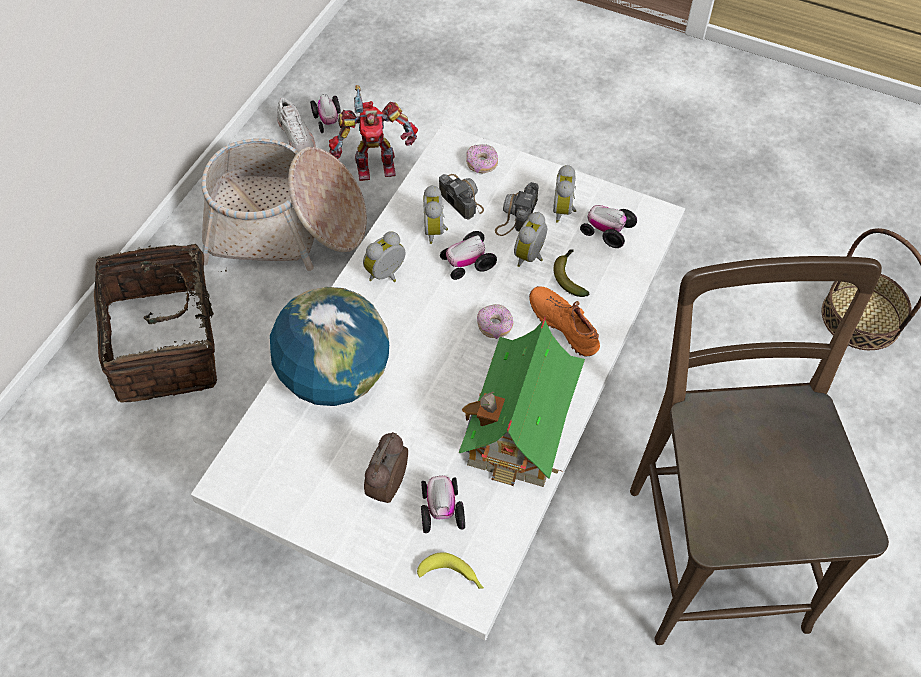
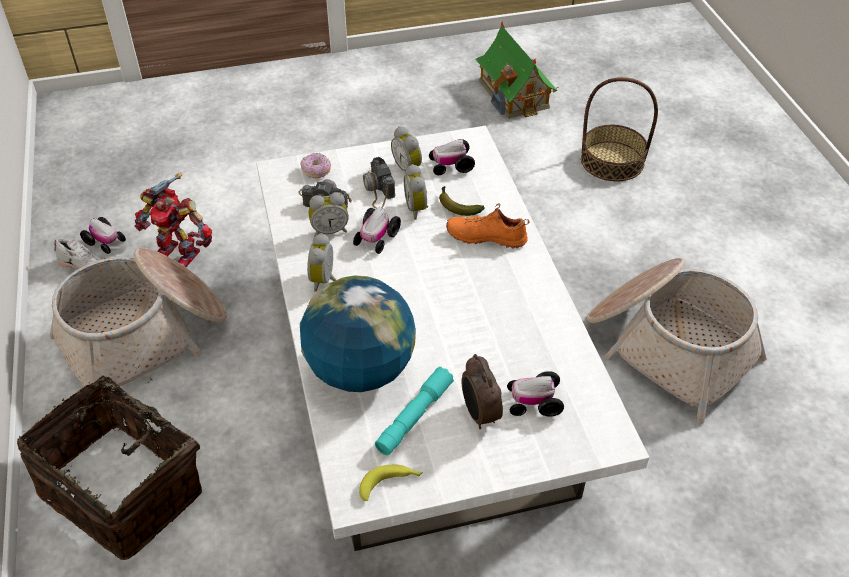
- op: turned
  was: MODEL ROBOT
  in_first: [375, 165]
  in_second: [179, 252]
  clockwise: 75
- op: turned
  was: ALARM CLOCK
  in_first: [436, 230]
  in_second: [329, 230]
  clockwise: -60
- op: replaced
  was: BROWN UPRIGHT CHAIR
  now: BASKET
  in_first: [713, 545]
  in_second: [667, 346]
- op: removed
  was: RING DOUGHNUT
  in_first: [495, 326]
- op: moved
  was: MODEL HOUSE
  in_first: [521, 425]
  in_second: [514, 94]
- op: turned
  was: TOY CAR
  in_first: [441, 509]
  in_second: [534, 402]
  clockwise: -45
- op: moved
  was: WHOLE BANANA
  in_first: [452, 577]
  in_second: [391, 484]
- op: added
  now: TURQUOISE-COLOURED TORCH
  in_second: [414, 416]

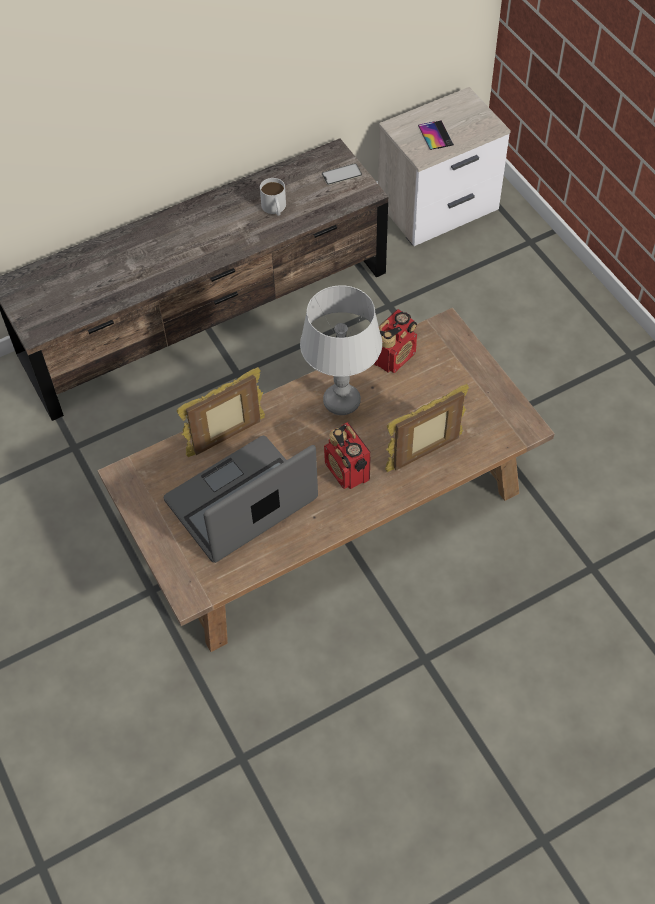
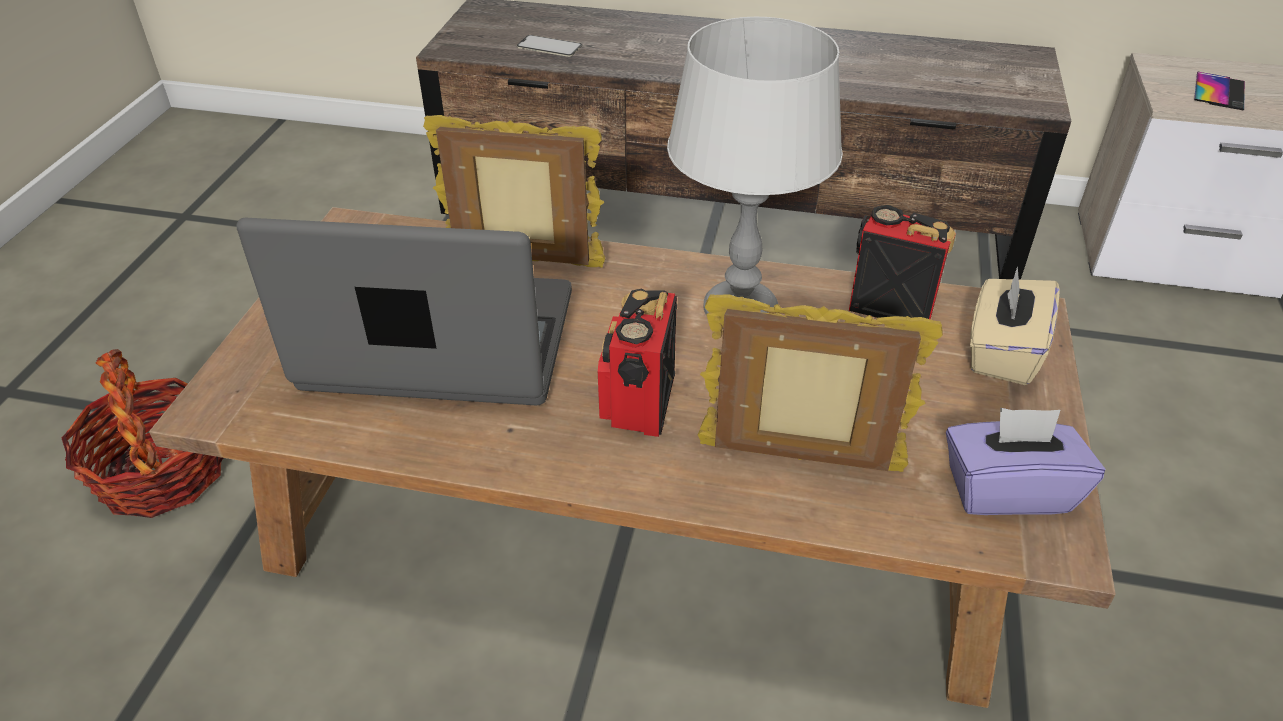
- op: moved
  was: HANDSET
  in_first: [341, 174]
  in_second: [549, 46]
- op: removed
  was: WHITISH MUG
  in_first: [275, 208]
- op: turned
  was: RADIO RECEIVER
  in_first: [394, 357]
  in_second: [891, 306]
  clockwise: -150
- op: added
  now: BEIGE-COLOURED TISSUE BOX
  in_second: [1002, 352]
- op: added
  now: BASKET
  in_second: [162, 472]
- op: added
  now: PURPLISH TISSUE BOX
  in_second: [1007, 489]

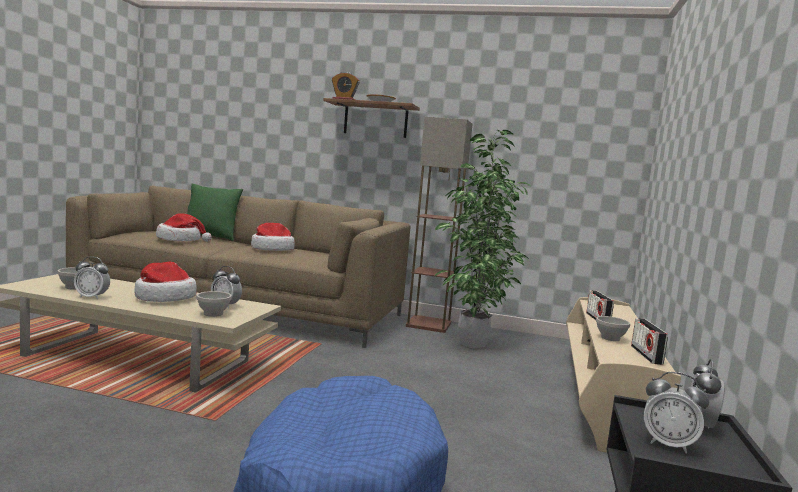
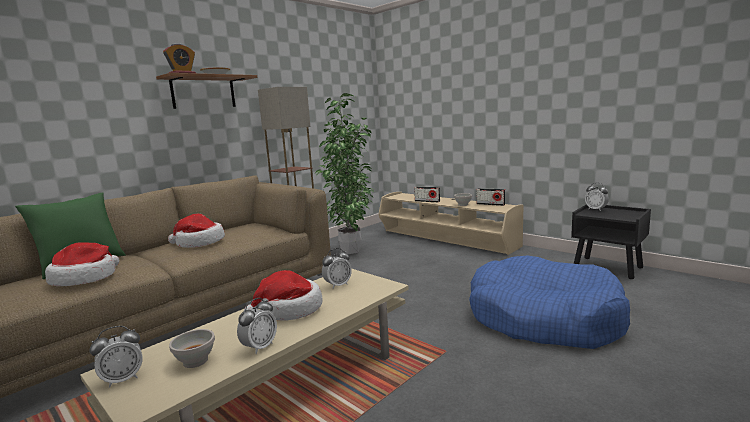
- op: removed
  was: WHITISH DEEP DISH
  in_first: [214, 314]
- op: moved
  was: ALARM CLOCK
  in_first: [668, 444]
  in_second: [123, 379]

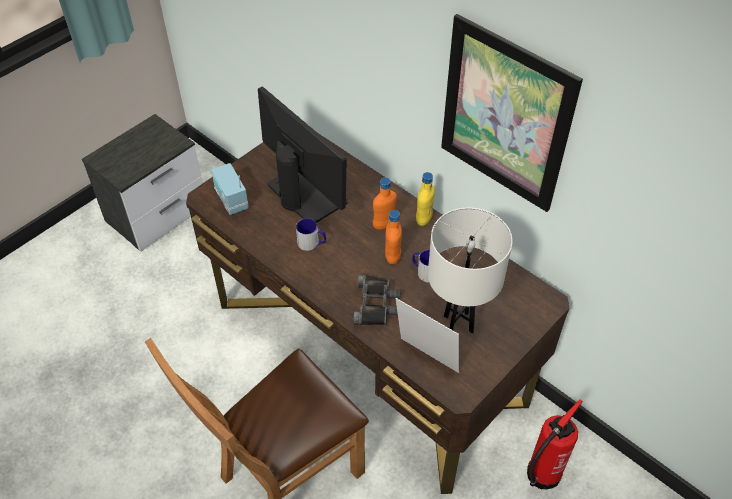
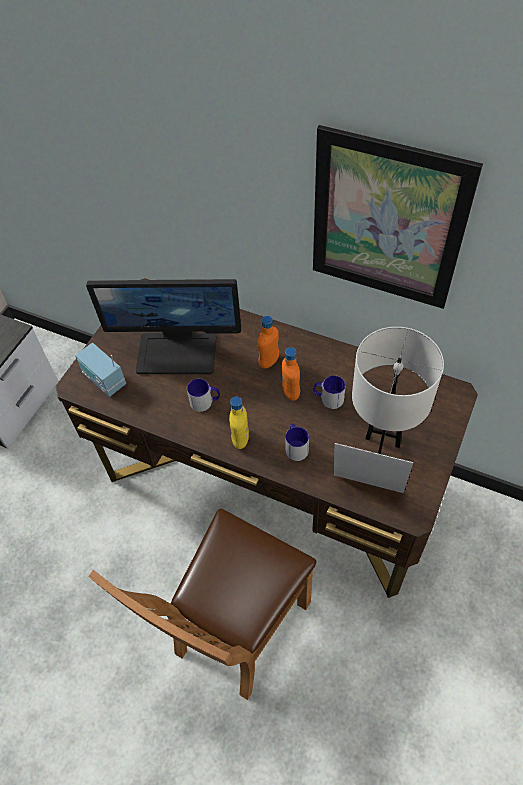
- op: turned
  was: COMPUTER DISPLAY
  in_first: [305, 194]
  in_second: [177, 352]
  clockwise: 150
- op: moved
  was: YELLOW-COLOURED BEVERAGE BOTTLE
  in_first: [423, 219]
  in_second: [240, 439]
- op: replaced
  was: BLACK-COLOURED FIELD GLASSES
  now: MUG
  in_first: [376, 304]
  in_second: [295, 447]
- op: removed
  was: FIRE-FIGHTING CYLINDER
  in_first: [540, 475]

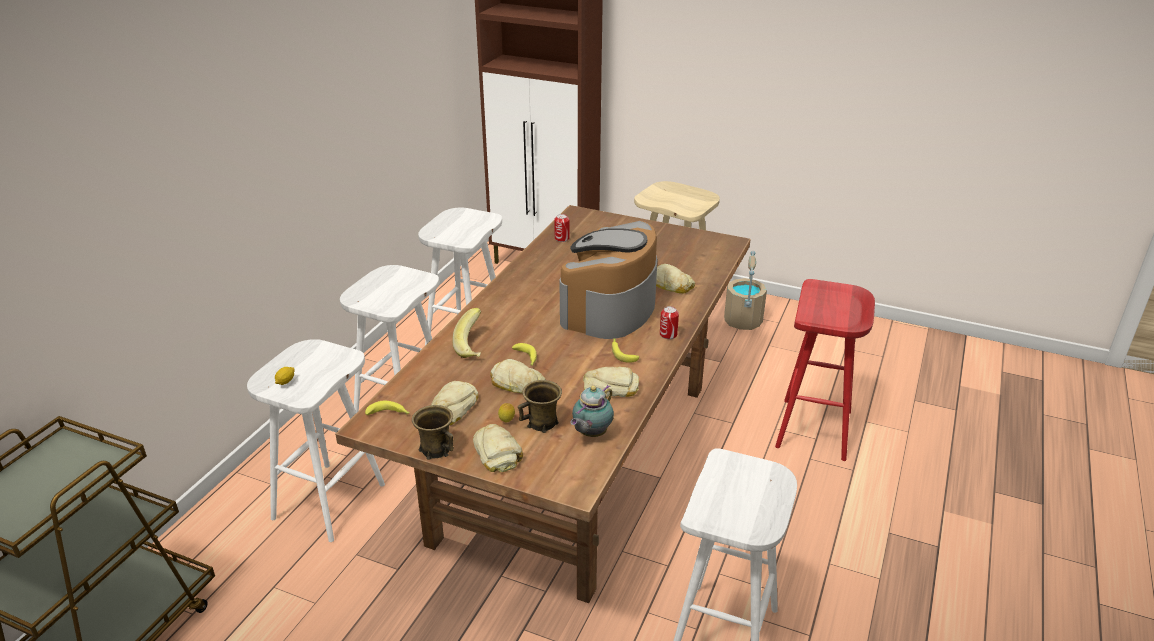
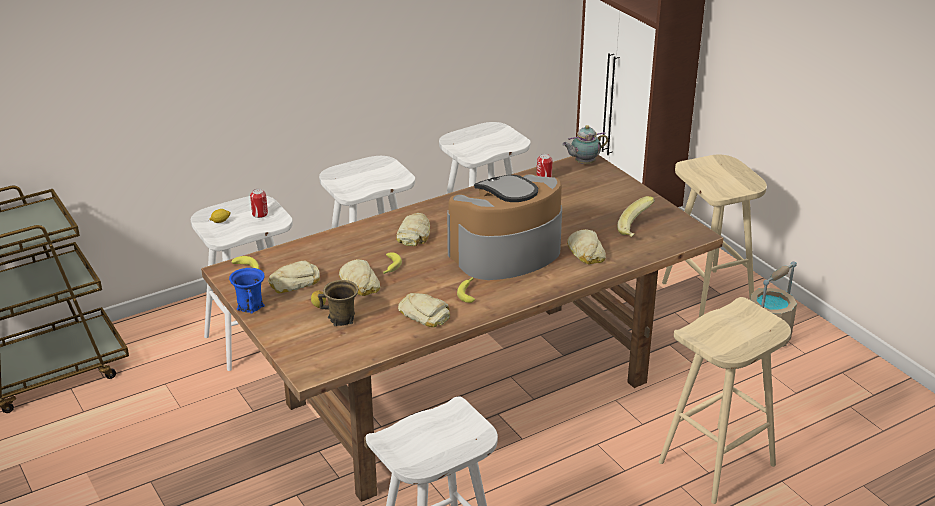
- op: recoloured
  was: REDDISH SITTING STOOL
  now: BEIGE-COLOURED SITTING STOOL
  in_first: [814, 430]
  in_second: [716, 465]
- op: moved
  was: SEALED CAN
  in_first: [668, 334]
  in_second: [260, 214]
- op: moved
  was: WHOLE BANANA
  in_first: [474, 347]
  in_second: [636, 229]
- op: moved
  was: TEA POT
  in_first: [591, 434]
  in_second: [583, 163]
- op: recoloured
  was: BROWN MUG
  now: BLUE-COLOURED MUG
  in_first: [436, 449]
  in_second: [250, 306]
- op: moved
  was: BAKED BREAD
  in_first: [498, 453]
  in_second: [415, 234]

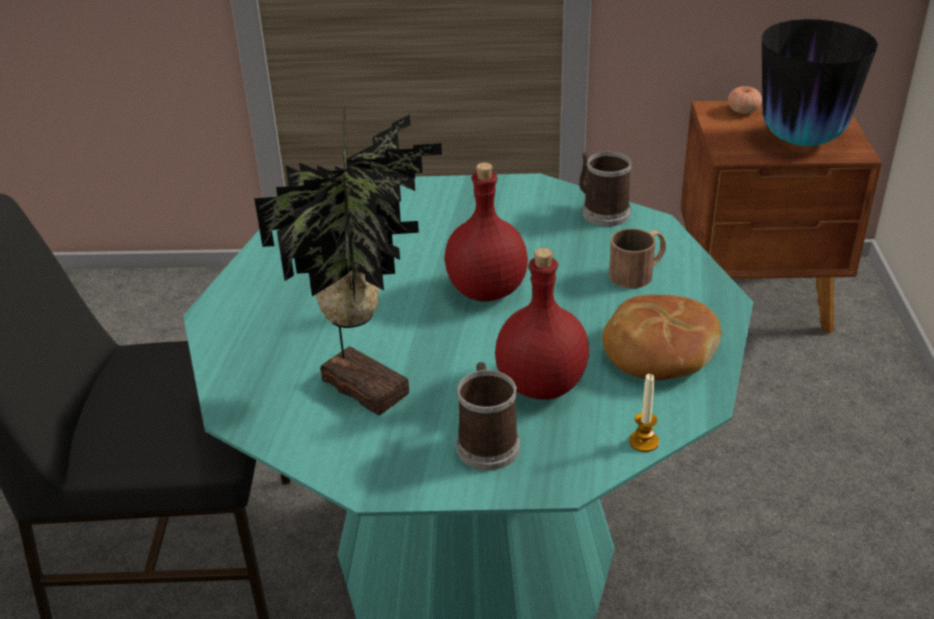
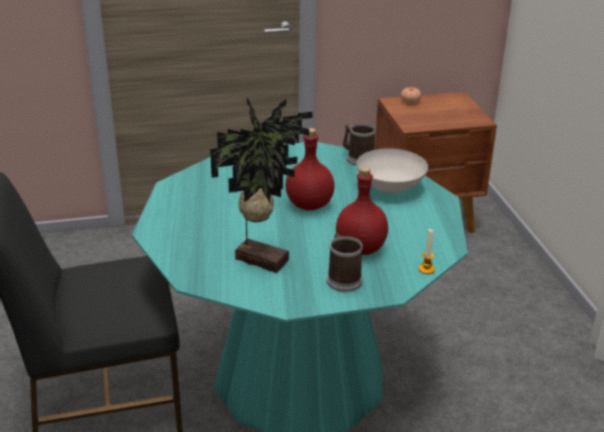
- op: removed
  was: DECORATIVE VASE
  in_first: [801, 140]
- op: replaced
  was: BROWN MUG
  now: WHITISH DEEP DISH
  in_first: [639, 272]
  in_second: [391, 188]
- op: removed
  was: BAKED BREAD
  in_first: [658, 351]

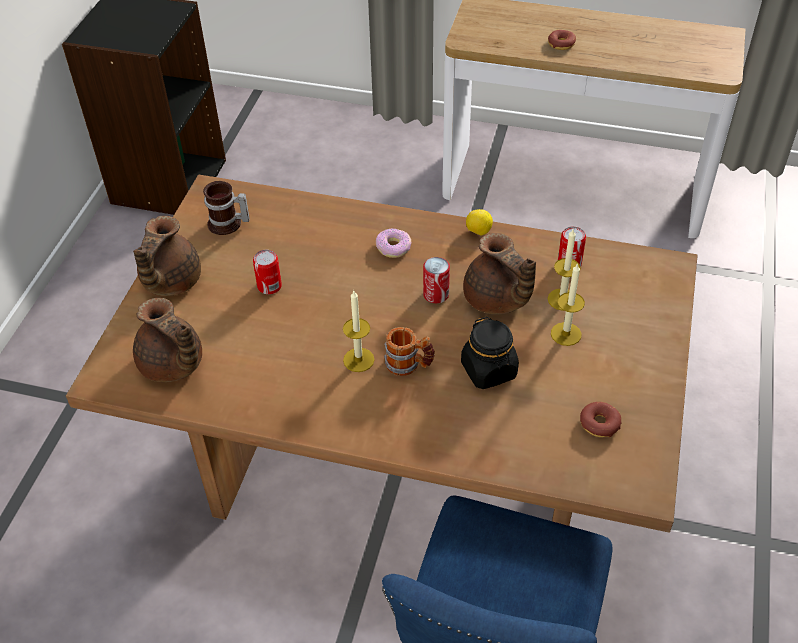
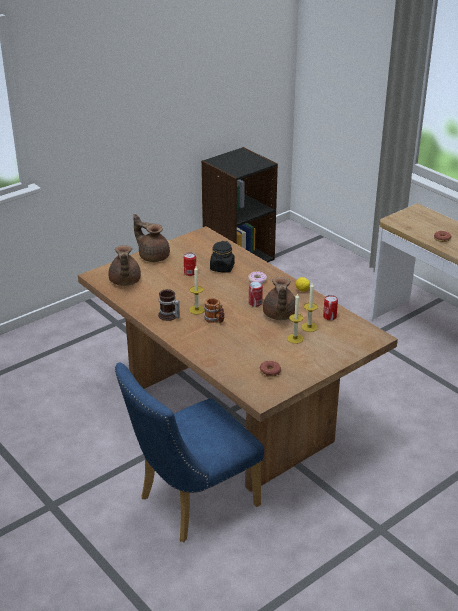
- op: moved
  was: MUG
  in_first: [227, 225]
  in_second: [169, 316]
- op: turned
  was: BROWN TEA POT
  in_first: [169, 282]
  in_second: [153, 256]
  clockwise: 75
- op: moved
  was: BLACK-COLOURED PRESERVE JAR
  in_first: [489, 370]
  in_second: [222, 268]

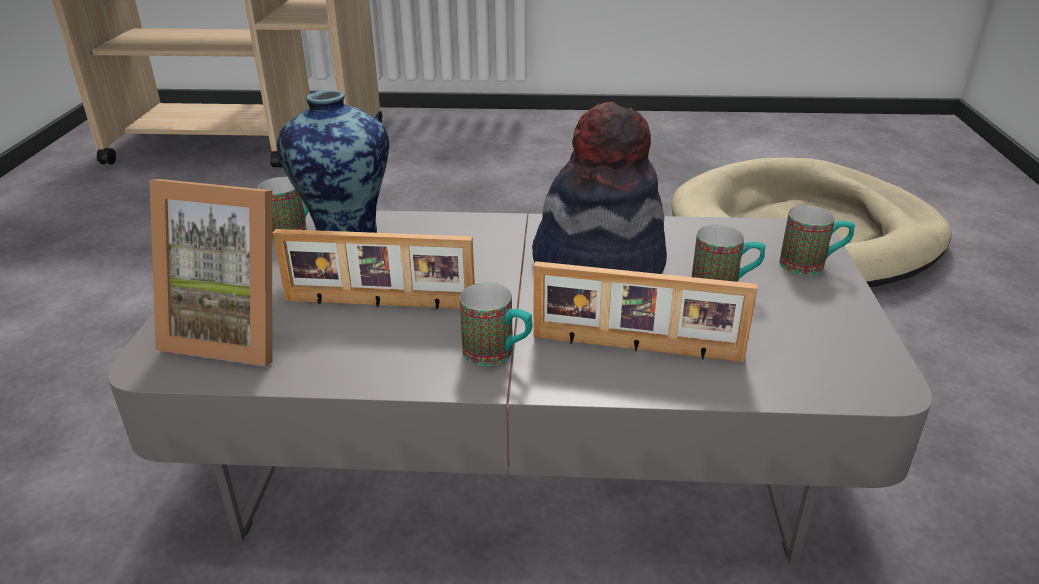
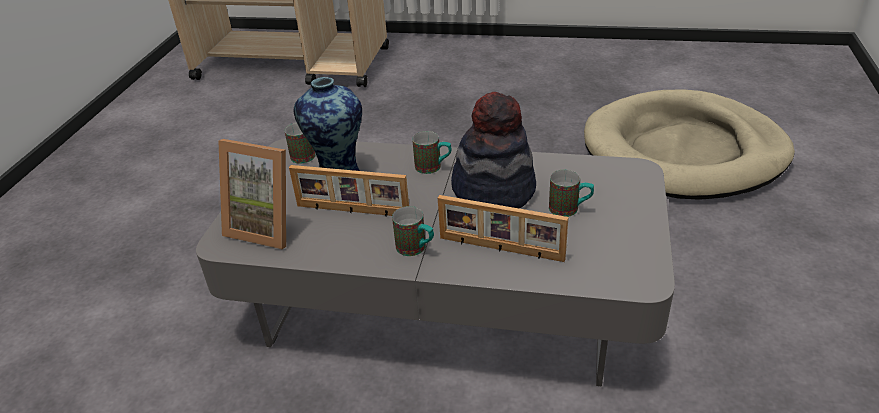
- op: moved
  was: MUG
  in_first: [811, 265]
  in_second: [433, 167]

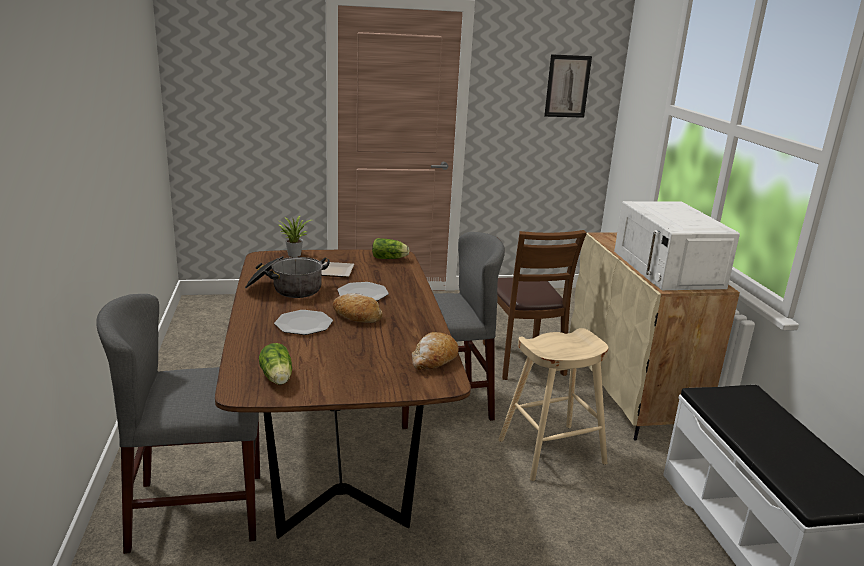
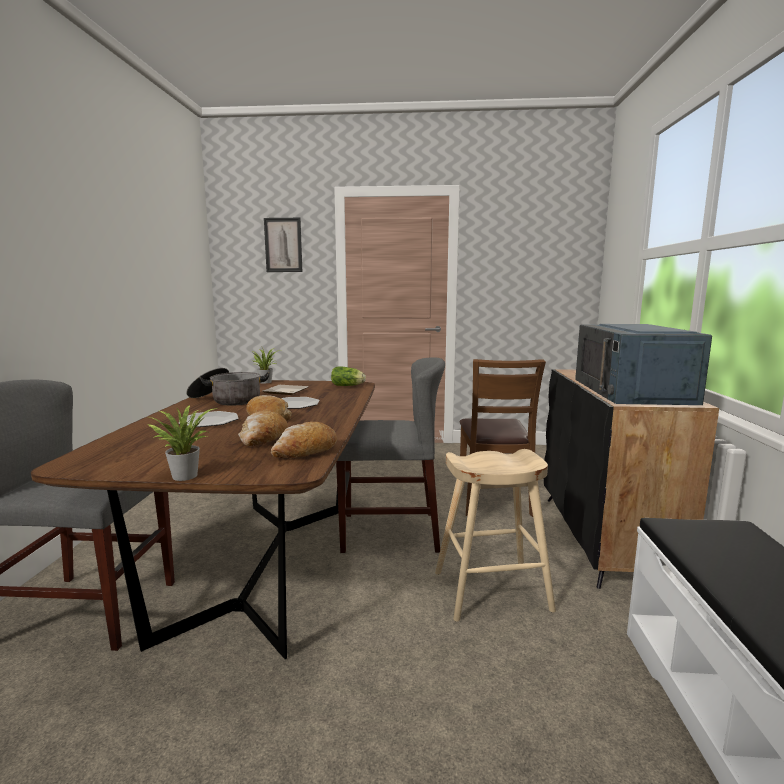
- op: moved
  was: WALL ART
  in_first: [567, 86]
  in_second: [283, 245]
- op: recoloured
  was: WHITISH KITCHEN MICROWAVE
  now: BLUE-COLOURED KITCHEN MICROWAVE
  in_first: [668, 269]
  in_second: [632, 391]
- op: recoloured
  was: BEIGE-COLOURED CUPBOARD
  now: BLACK-COLOURED CUPBOARD
  in_first: [631, 393]
  in_second: [605, 538]
- op: removed
  was: LETTUCE HEAD
  in_first: [277, 378]
- op: added
  now: HOUSEPLANT
  in_second: [183, 475]
- op: added
  now: BAKED BREAD
  in_second: [263, 439]

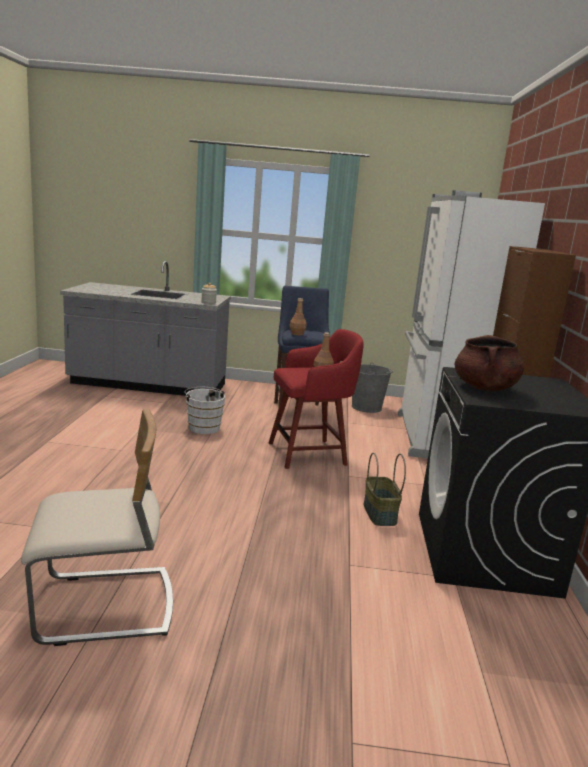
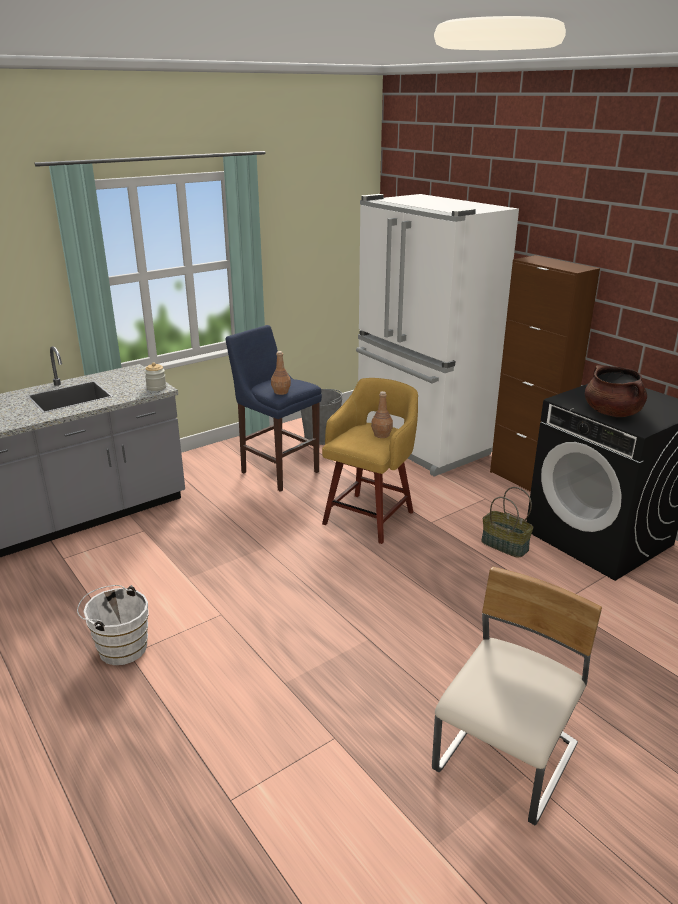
- op: recoloured
  was: REDDISH SITTING STOOL
  now: YELLOW-COLOURED SITTING STOOL
  in_first: [310, 454]
  in_second: [370, 516]
- op: moved
  was: WHITISH PAIL
  in_first: [203, 427]
  in_second: [120, 647]

